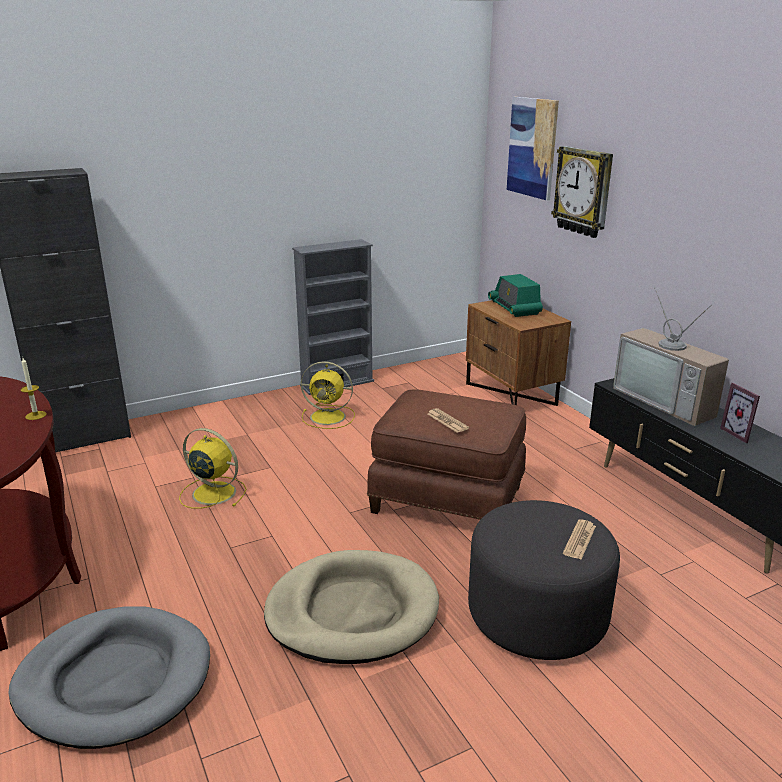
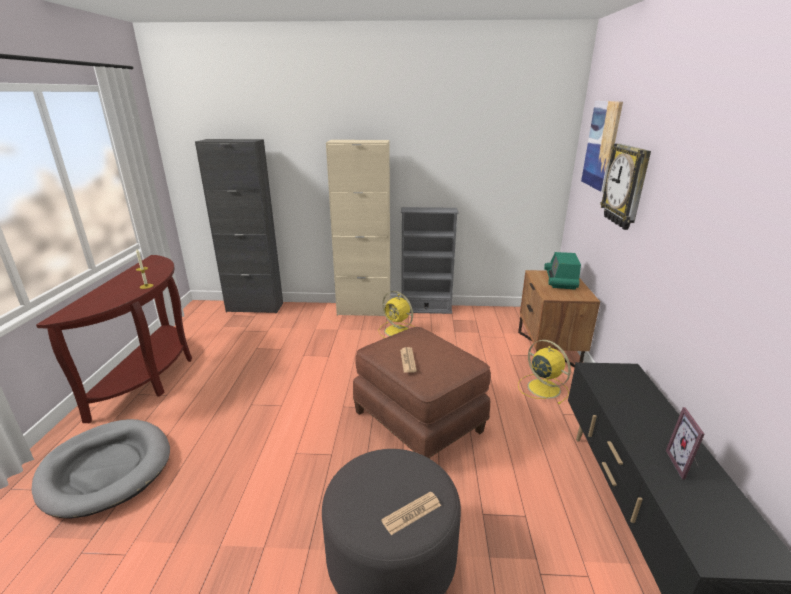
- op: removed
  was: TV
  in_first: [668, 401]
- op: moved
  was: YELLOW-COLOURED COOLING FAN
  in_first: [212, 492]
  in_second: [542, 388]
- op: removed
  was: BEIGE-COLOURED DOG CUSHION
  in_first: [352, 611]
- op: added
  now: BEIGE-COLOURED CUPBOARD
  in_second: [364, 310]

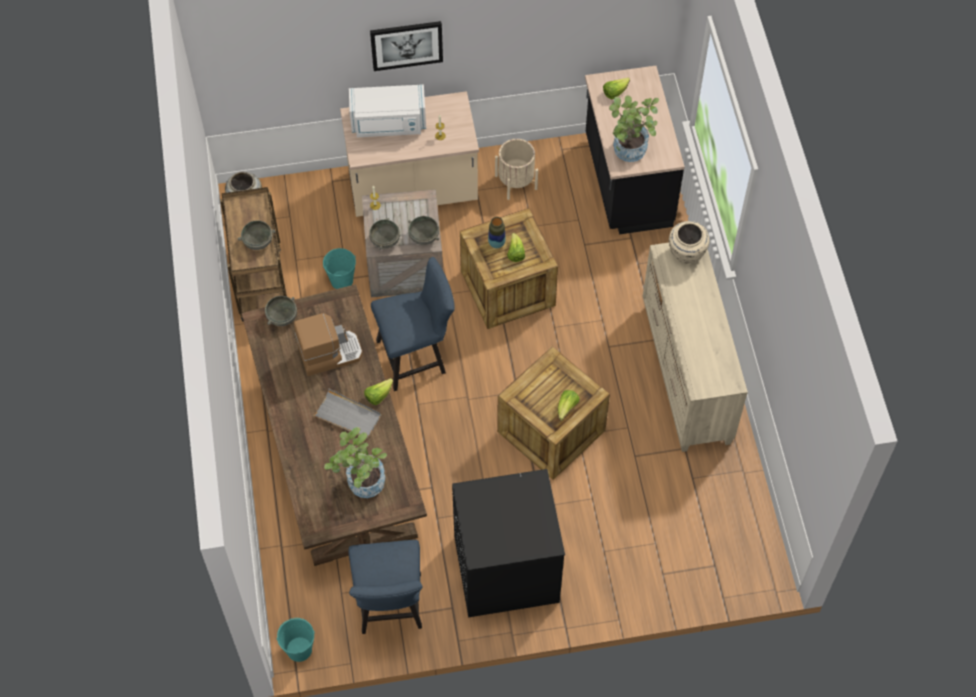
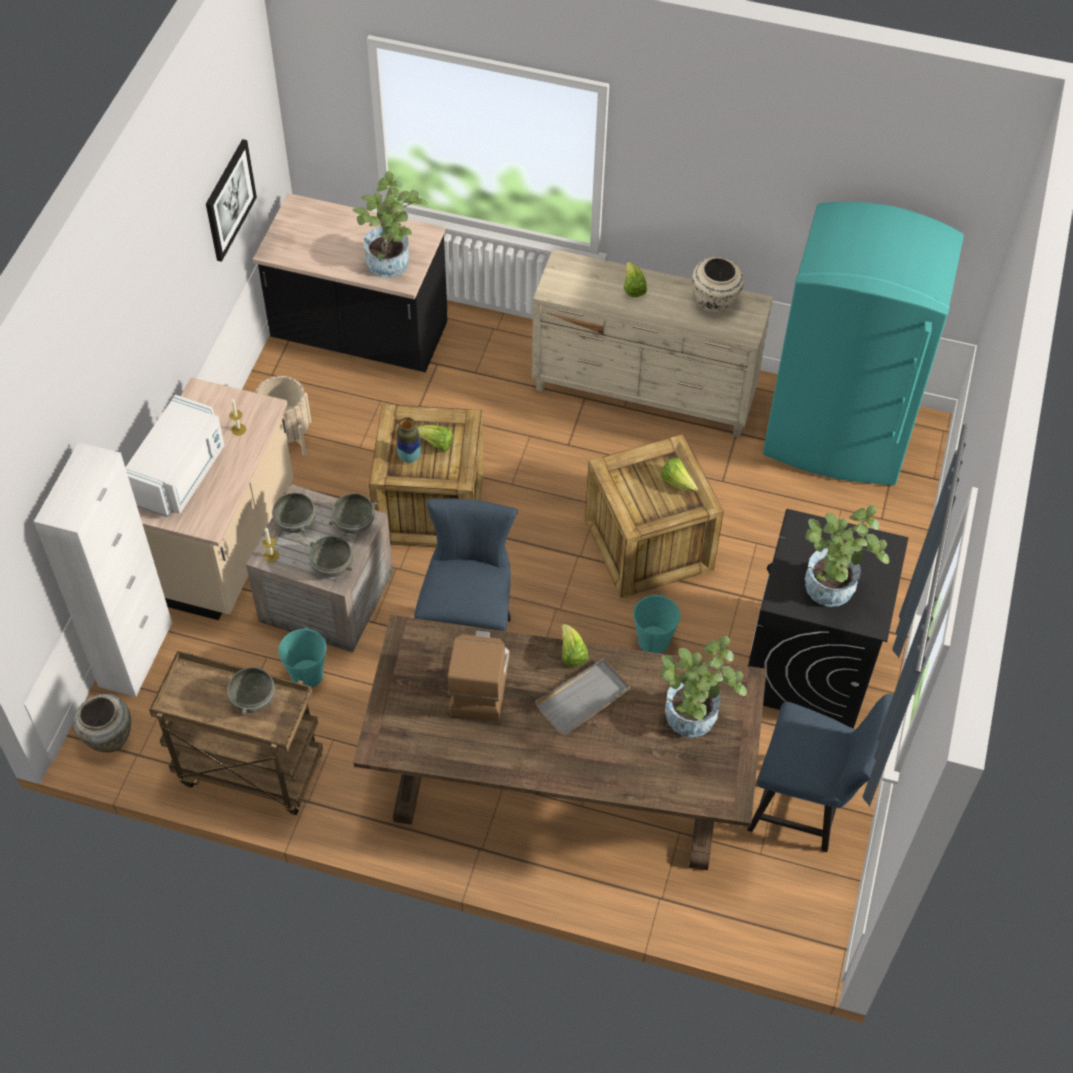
- op: moved
  was: WALL ART
  in_first: [406, 45]
  in_second: [229, 200]
- op: moved
  was: LETTUCE HEAD
  in_first: [615, 92]
  in_second: [633, 288]
- op: moved
  was: BEIGE-COLOURED DECORATIVE VASE
  in_first: [685, 254]
  in_second: [714, 303]
- op: moved
  was: GRAY DEEP DISH
  in_first: [282, 317]
  in_second: [295, 523]
- op: moved
  was: TURQUOISE-COLOURED PAIL
  in_first: [299, 649]
  in_second: [653, 640]
- op: added
  now: TURQUOISE-COLOURED KITCHEN FRIDGE
  in_second: [837, 435]
- op: added
  now: WHITISH CUPBOARD
  in_second: [135, 654]
- op: added
  now: HOUSEPLANT
  in_second: [831, 593]

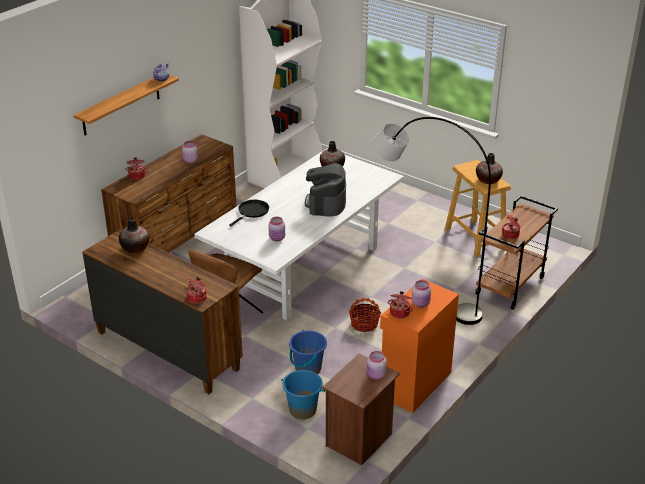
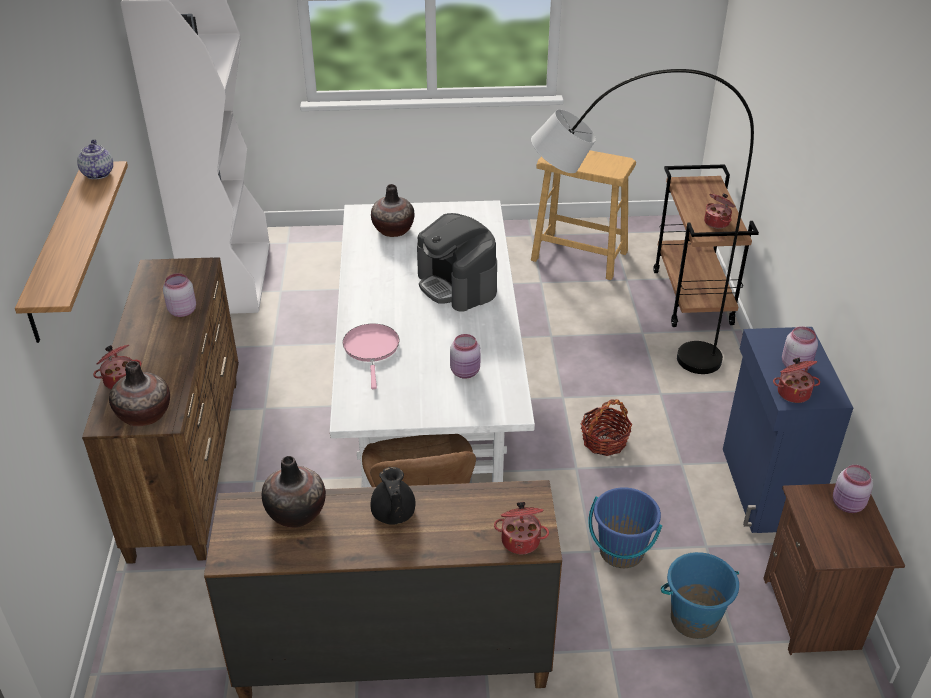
- op: moved
  was: DECORATIVE VASE
  in_first: [488, 180]
  in_second: [144, 415]
- op: recoloured
  was: BLACK-COLOURED PAN
  now: PINK PAN
  in_first: [252, 212]
  in_second: [371, 349]
- op: recoloured
  was: ORANGE-COLOURED CUPBOARD
  now: BLUE-COLOURED CUPBOARD
  in_first: [414, 384]
  in_second: [764, 489]
- op: added
  now: BLACK-COLOURED TEA POT
  in_second: [393, 514]

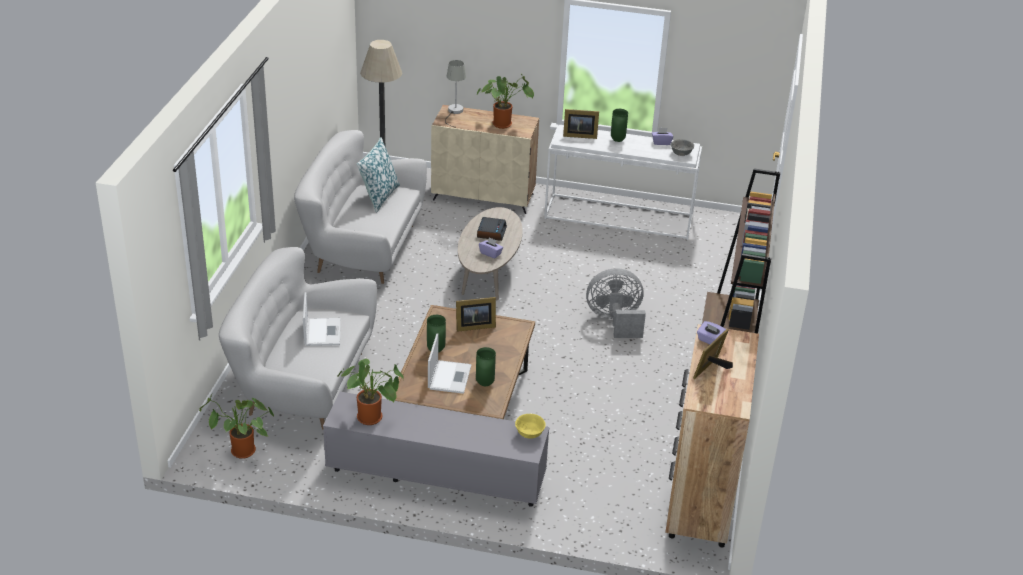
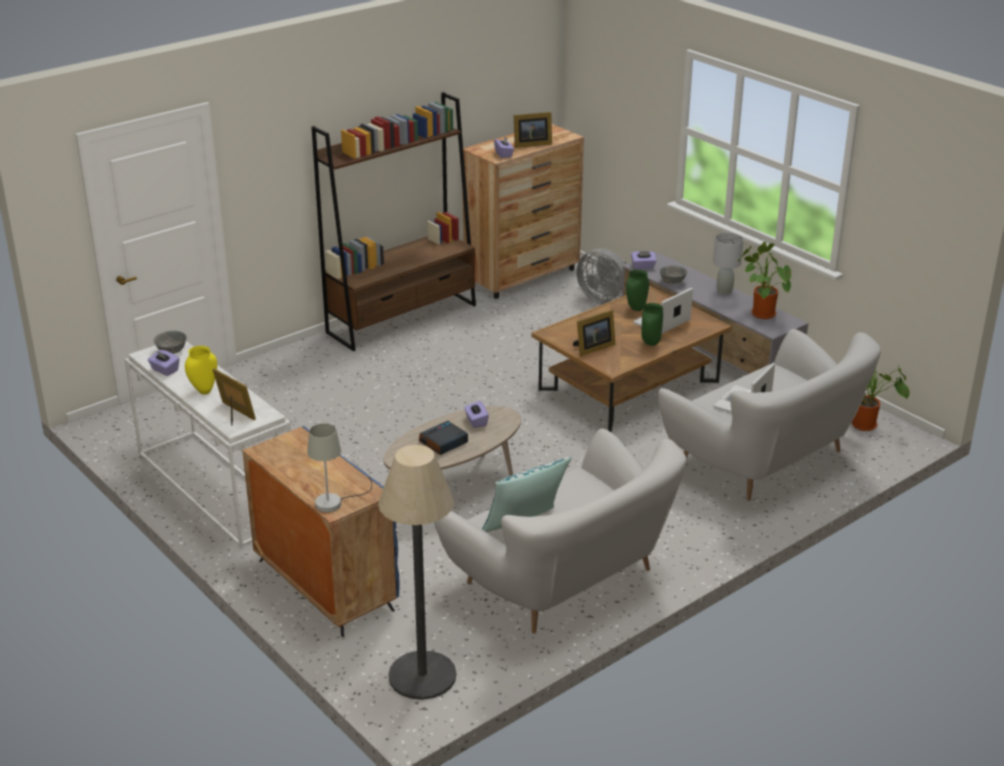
- op: removed
  was: HOUSEPLANT
  in_first: [504, 124]
- op: recoloured
  was: BEIGE-COLOURED CUPBOARD
  now: BLUE-COLOURED CUPBOARD
  in_first: [484, 197]
  in_second: [324, 585]
- op: recoloured
  was: GREEN-COLOURED DECORATIVE VASE
  now: YELLOW-COLOURED DECORATIVE VASE
  in_first: [618, 140]
  in_second: [204, 391]
- op: moved
  was: GRAY COOLING FAN
  in_first: [615, 321]
  in_second: [604, 300]
- op: turned
  was: STANDING FRAME
  in_first: [473, 326]
  in_second: [593, 348]
  clockwise: 120
- op: replaced
  was: YELLOW-COLOURED DEEP DISH
  now: PURPLISH TISSUE BOX
  in_first: [530, 434]
  in_second: [643, 266]
- op: added
  now: GRAY TABLE LAMP
  in_second: [724, 291]
- op: added
  now: GRAY DEEP DISH
  in_second: [672, 282]

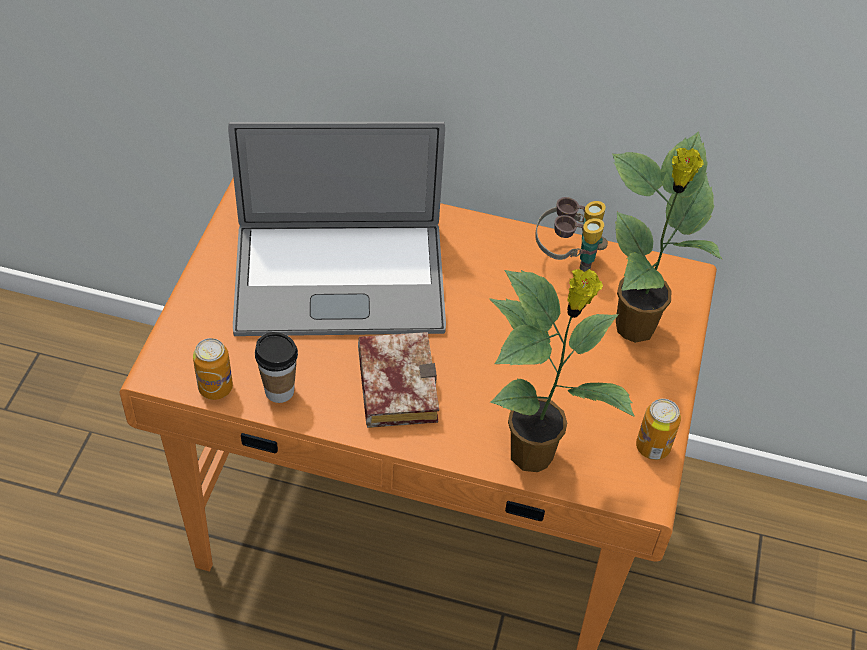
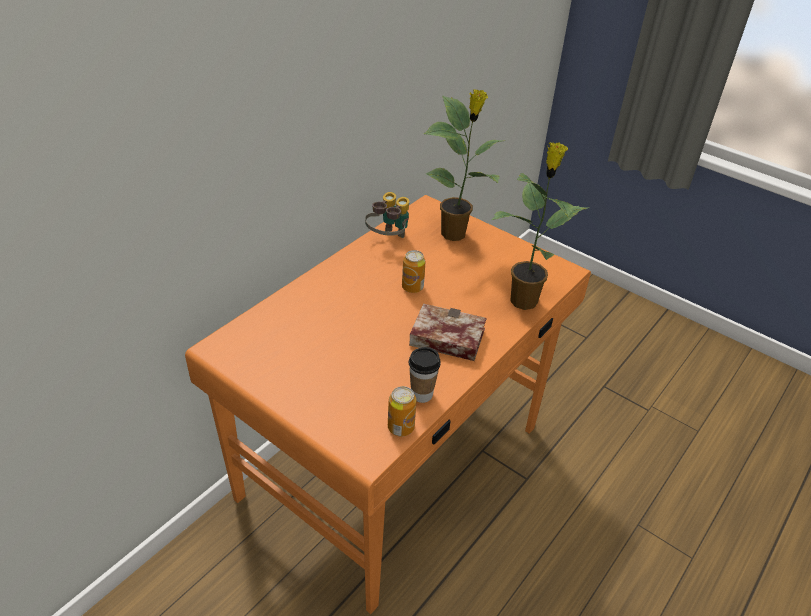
- op: removed
  was: PORTABLE COMPUTER
  in_first: [339, 278]
- op: moved
  was: SEALED CAN
  in_first: [652, 447]
  in_second: [412, 287]

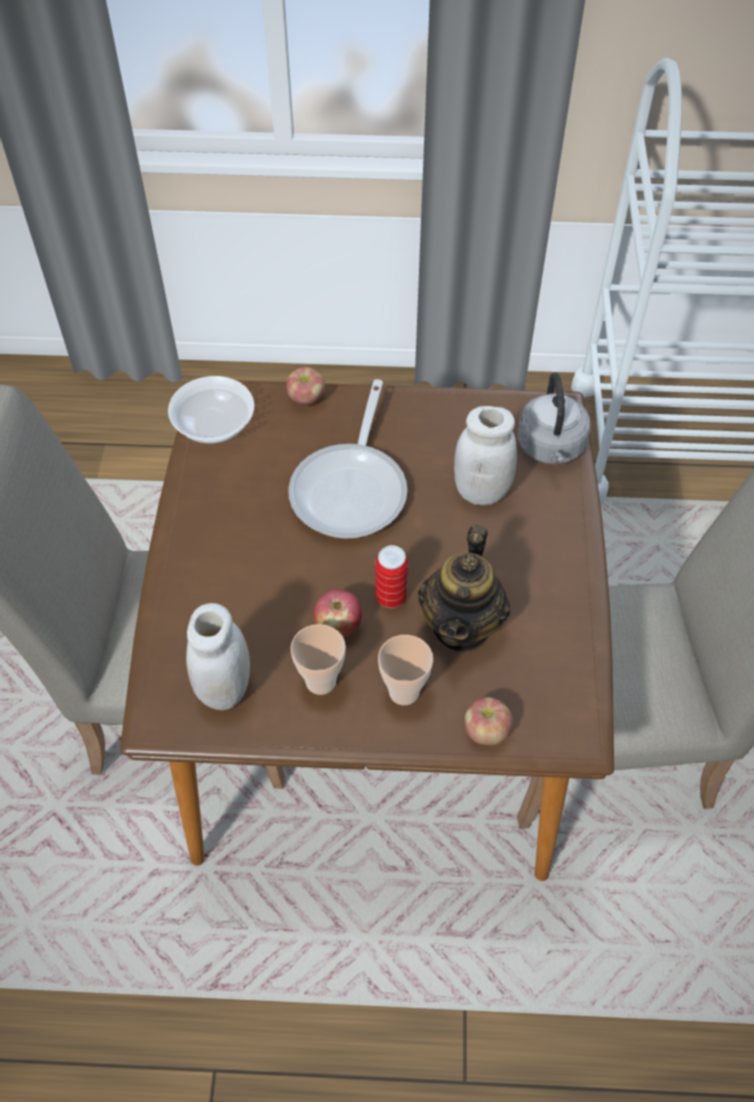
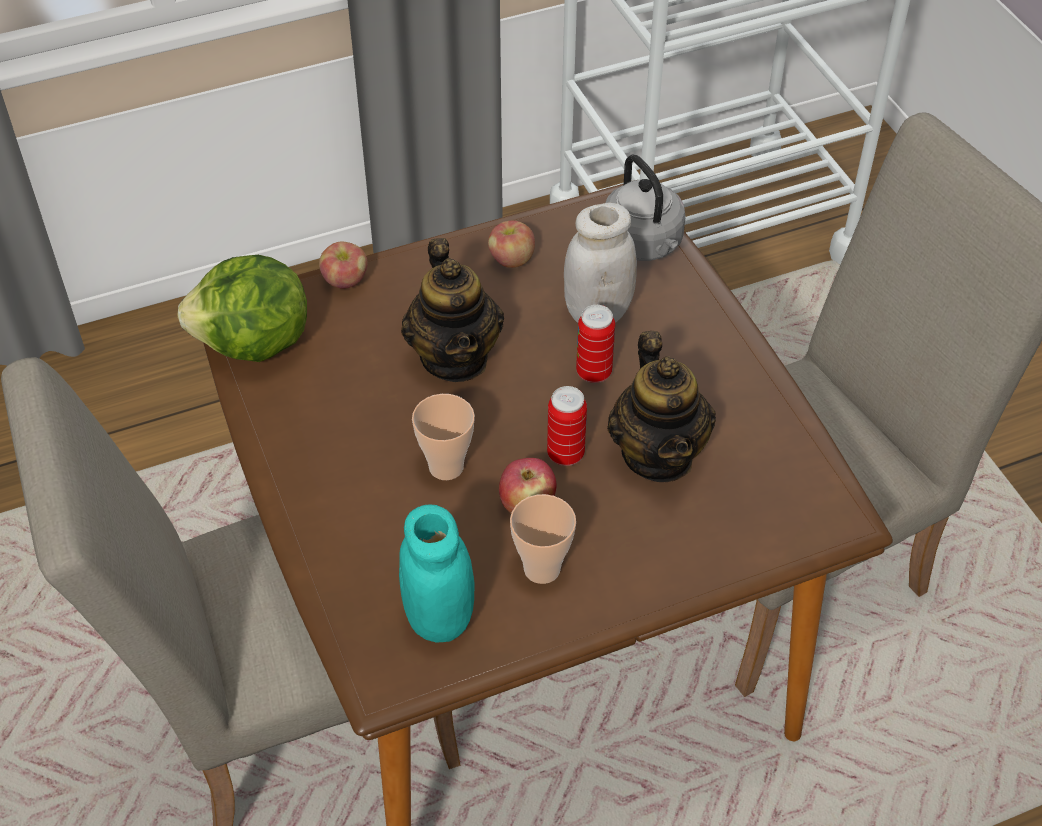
- op: replaced
  was: DEEP DISH
  now: LETTUCE HEAD
  in_first: [214, 425]
  in_second: [254, 344]
- op: replaced
  was: PAN
  now: TEA POT
  in_first: [352, 488]
  in_second: [455, 357]
- op: recoloured
  was: WHITISH PRESERVE JAR
  now: TURQUOISE-COLOURED PRESERVE JAR
  in_first: [224, 688]
  in_second: [439, 618]
- op: moved
  was: CUP
  in_first: [404, 692]
  in_second: [446, 467]
- op: moved
  was: WHOLE APPLE
  in_first: [486, 731]
  in_second: [511, 259]
- op: added
  now: SEALED CAN
  in_second: [594, 372]

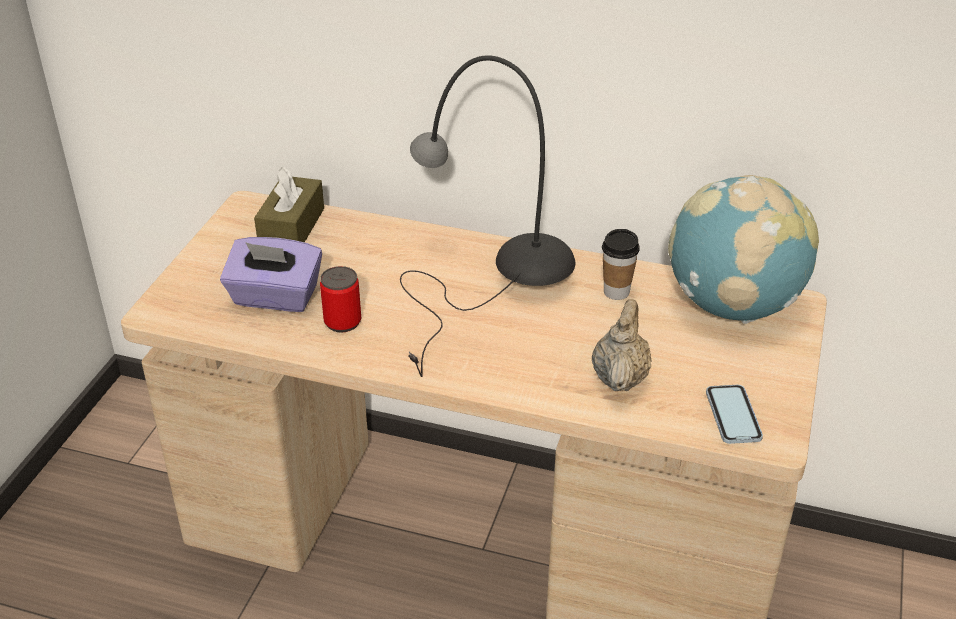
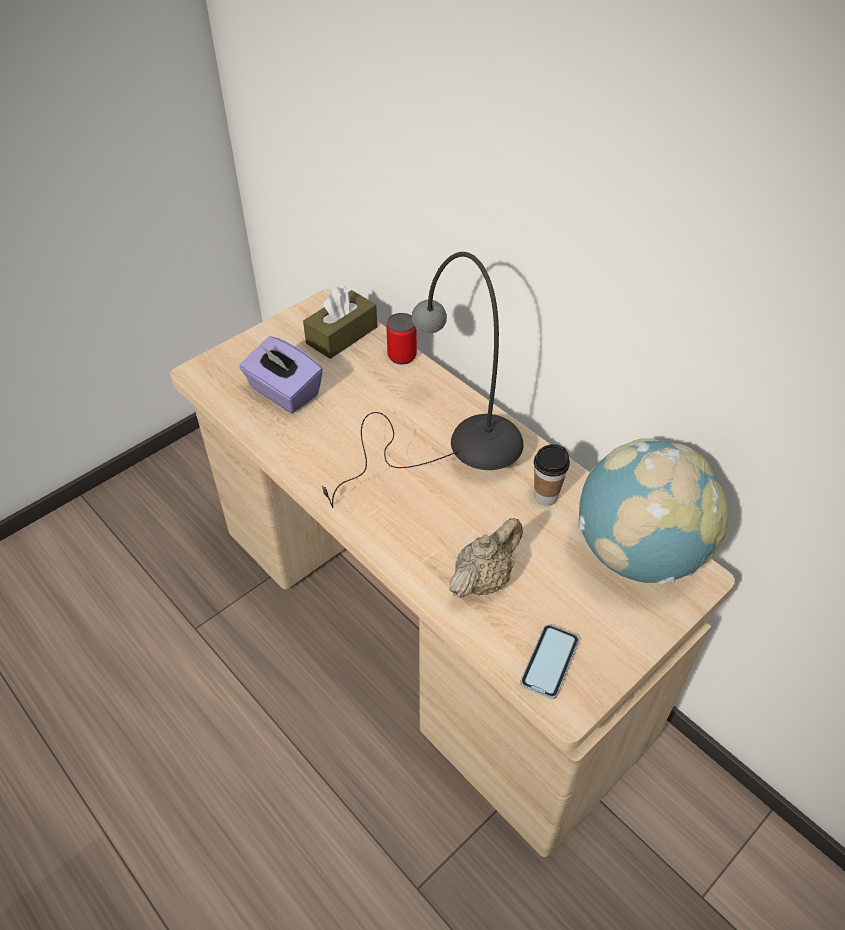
- op: moved
  was: SEALED CAN
  in_first: [342, 322]
  in_second: [402, 356]

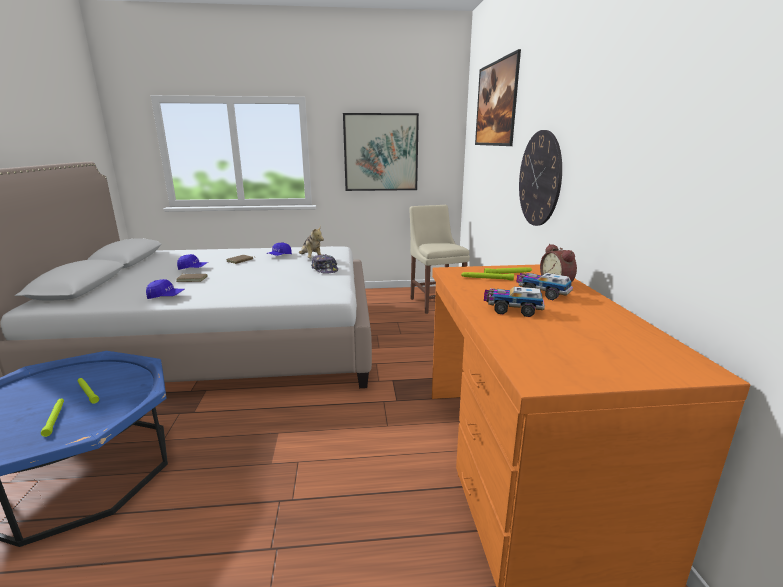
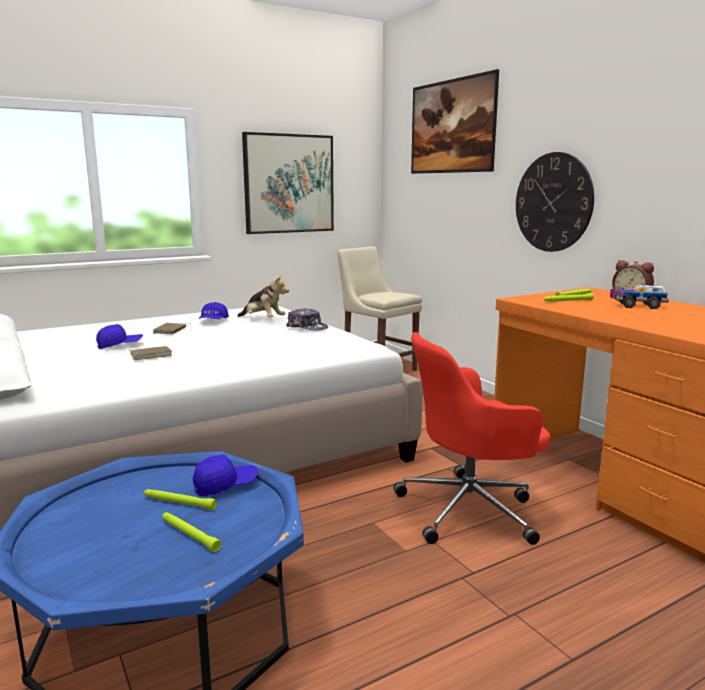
- op: moved
  was: BLUE-COLOURED BASEBALL CAP
  in_first: [166, 297]
  in_second: [225, 486]
- op: removed
  was: MODEL TRUCK
  in_first: [512, 310]
- op: added
  now: REDDISH DESK CHAIR
  in_second: [470, 509]

